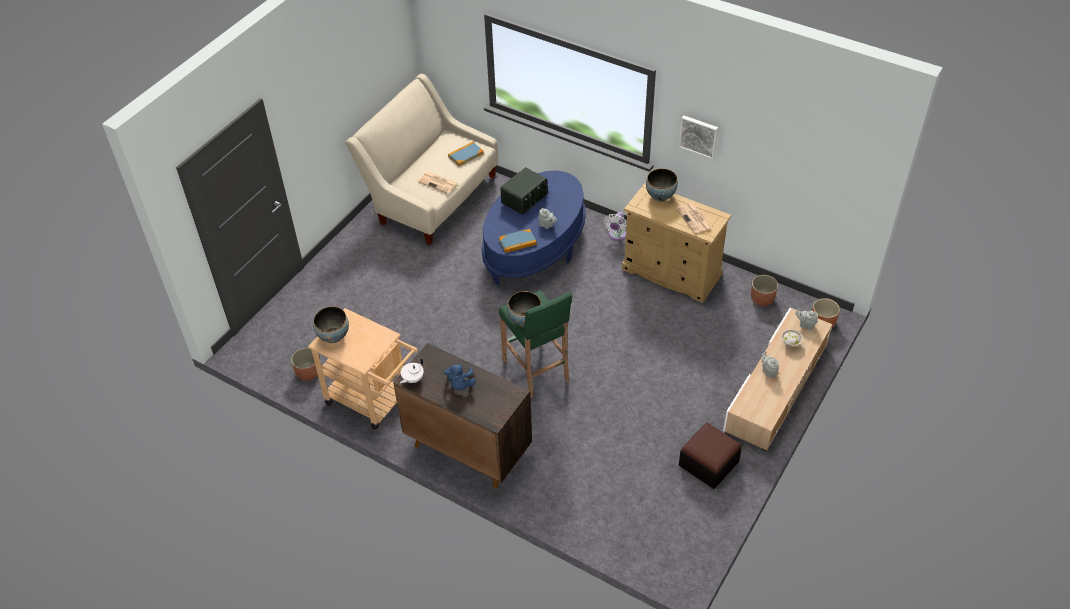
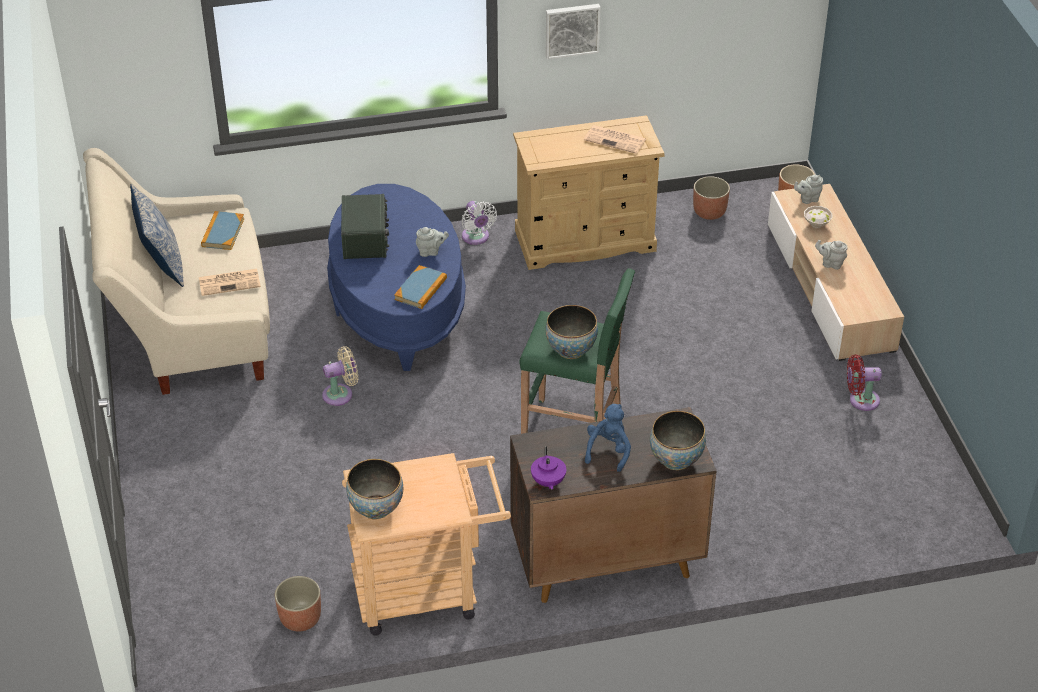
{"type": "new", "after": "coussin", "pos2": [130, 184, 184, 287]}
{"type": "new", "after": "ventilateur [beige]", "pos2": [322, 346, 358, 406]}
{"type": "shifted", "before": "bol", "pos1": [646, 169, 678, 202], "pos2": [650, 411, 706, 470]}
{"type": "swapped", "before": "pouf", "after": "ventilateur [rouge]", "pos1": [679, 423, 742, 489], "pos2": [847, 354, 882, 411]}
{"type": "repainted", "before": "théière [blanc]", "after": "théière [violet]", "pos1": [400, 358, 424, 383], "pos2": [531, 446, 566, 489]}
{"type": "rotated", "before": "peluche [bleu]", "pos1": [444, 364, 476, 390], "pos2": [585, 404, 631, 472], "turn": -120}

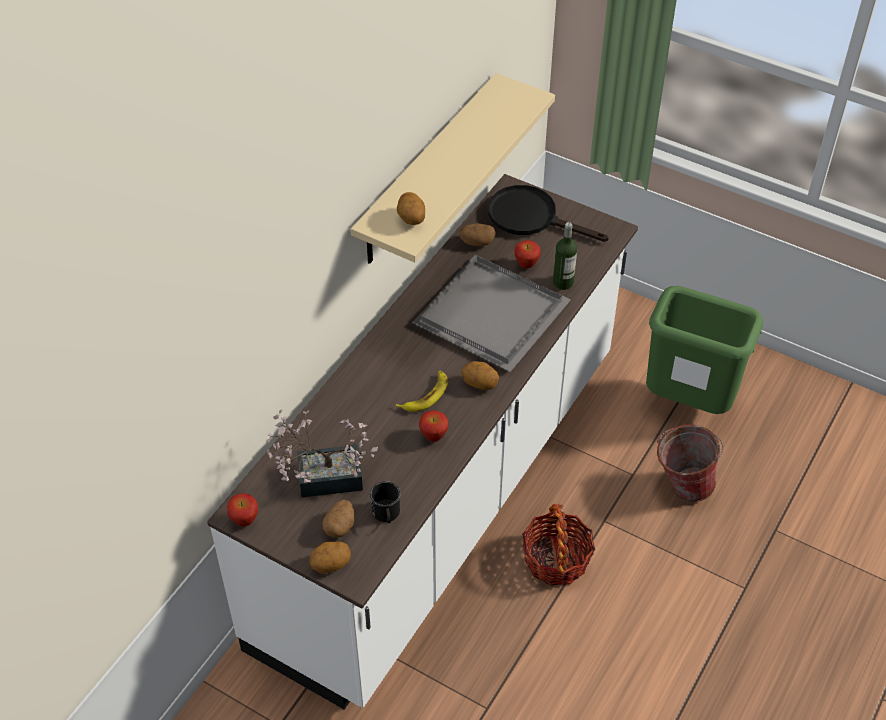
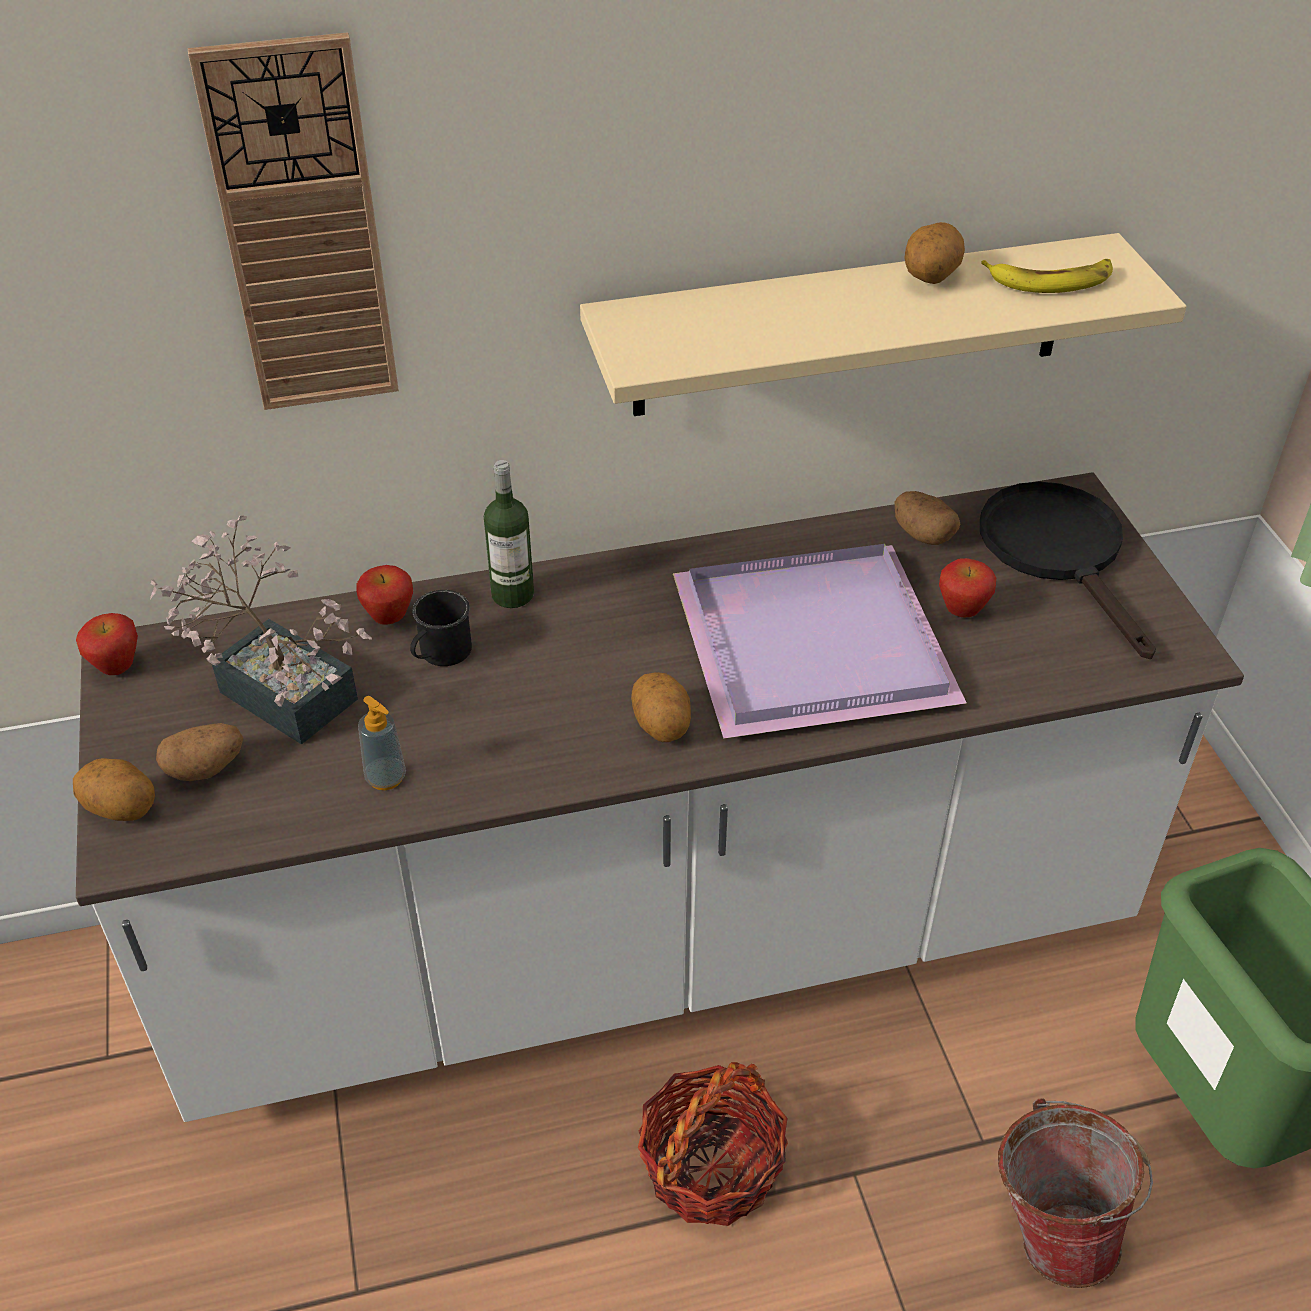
{"type": "new", "after": "horloge murale", "pos2": [188, 32, 399, 410]}
{"type": "new", "after": "distributeur de savon", "pos2": [358, 696, 406, 790]}
{"type": "shifted", "before": "mug [noir]", "pos1": [370, 481, 400, 523], "pos2": [410, 590, 472, 666]}
{"type": "shifted", "before": "banane", "pos1": [396, 370, 448, 412], "pos2": [981, 259, 1113, 293]}
{"type": "shifted", "before": "pomme de terre", "pos1": [397, 192, 425, 225], "pos2": [905, 222, 965, 284]}
{"type": "shifted", "before": "pomme", "pos1": [419, 411, 449, 442], "pos2": [356, 565, 413, 625]}
{"type": "shifted", "before": "bouteille", "pos1": [553, 222, 577, 290], "pos2": [484, 460, 534, 608]}
{"type": "repainted", "before": "plateau [gris]", "after": "plateau [violet]", "pos1": [412, 255, 571, 372], "pos2": [673, 544, 967, 739]}

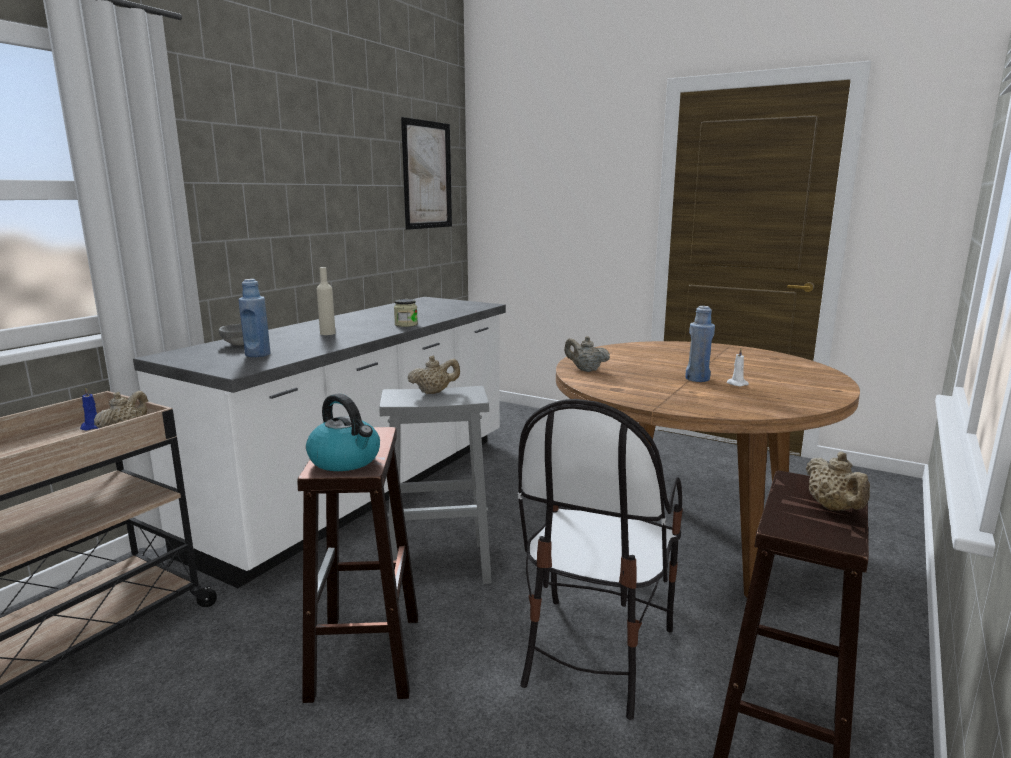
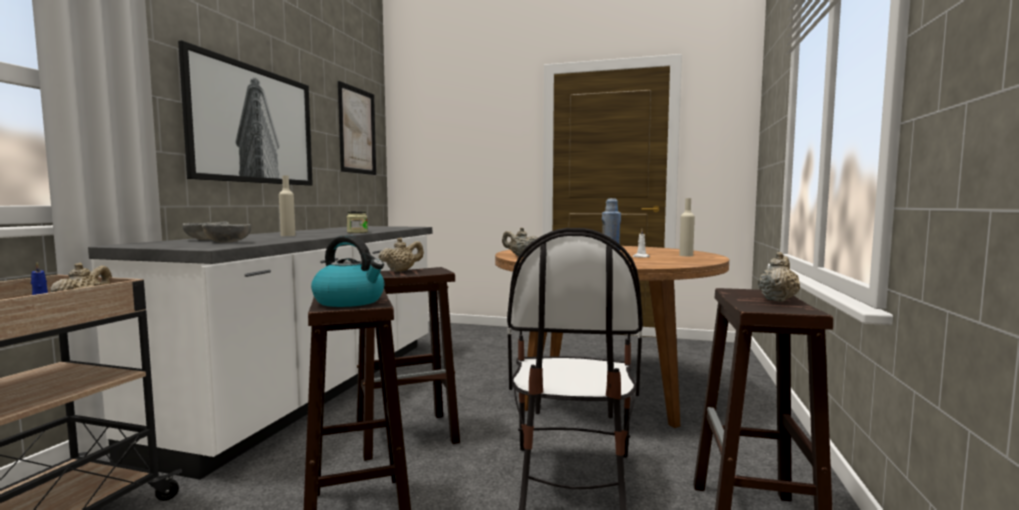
{"type": "new", "after": "tableau", "pos2": [178, 40, 313, 186]}
{"type": "new", "after": "bouteille [beige]", "pos2": [679, 198, 695, 256]}
{"type": "swapped", "before": "bouteille [bleu]", "after": "bol [gris]", "pos1": [239, 279, 271, 357], "pos2": [202, 224, 251, 242]}
{"type": "repainted", "before": "tabouret [gris]", "after": "tabouret [marron]", "pos1": [379, 386, 492, 584], "pos2": [356, 267, 460, 461]}
{"type": "rotated", "before": "théière [beige]", "pos1": [806, 452, 870, 511], "pos2": [758, 252, 800, 302], "turn": -120}

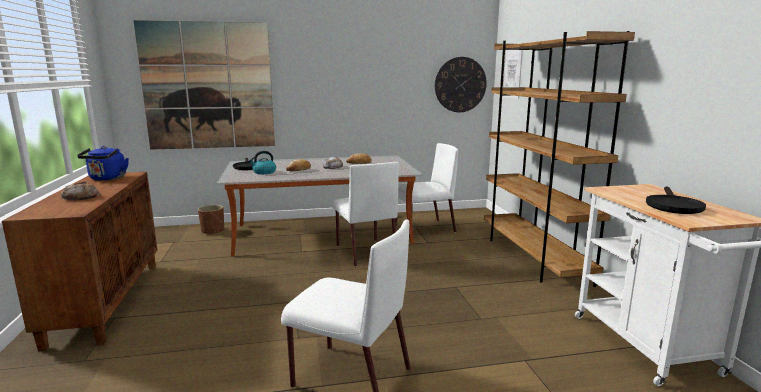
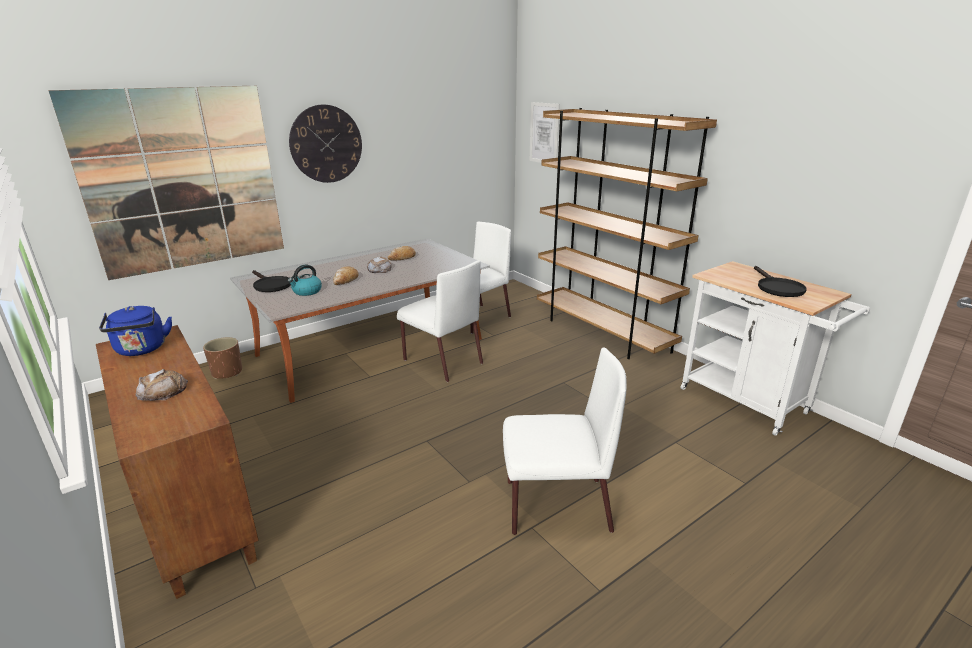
{"type": "shifted", "before": "horloge murale", "pos1": [435, 57, 487, 112], "pos2": [289, 105, 362, 183]}

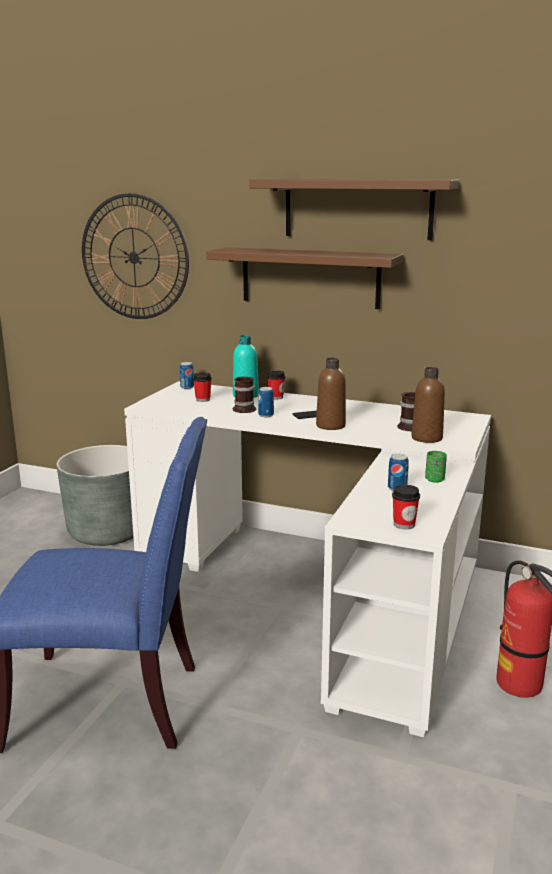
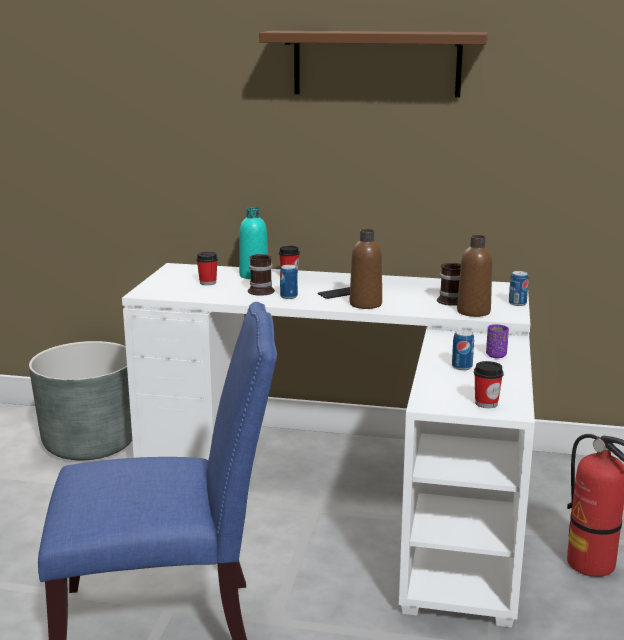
{"type": "gone", "before": "horloge murale", "pos1": [82, 193, 189, 319]}
{"type": "gone", "before": "étagère [marron]", "pos1": [206, 247, 403, 309]}
{"type": "shifted", "before": "boîte métallique", "pos1": [180, 362, 194, 389], "pos2": [509, 271, 529, 306]}
{"type": "repainted", "before": "tasse [vert]", "after": "tasse [violet]", "pos1": [425, 451, 447, 483], "pos2": [486, 324, 509, 358]}

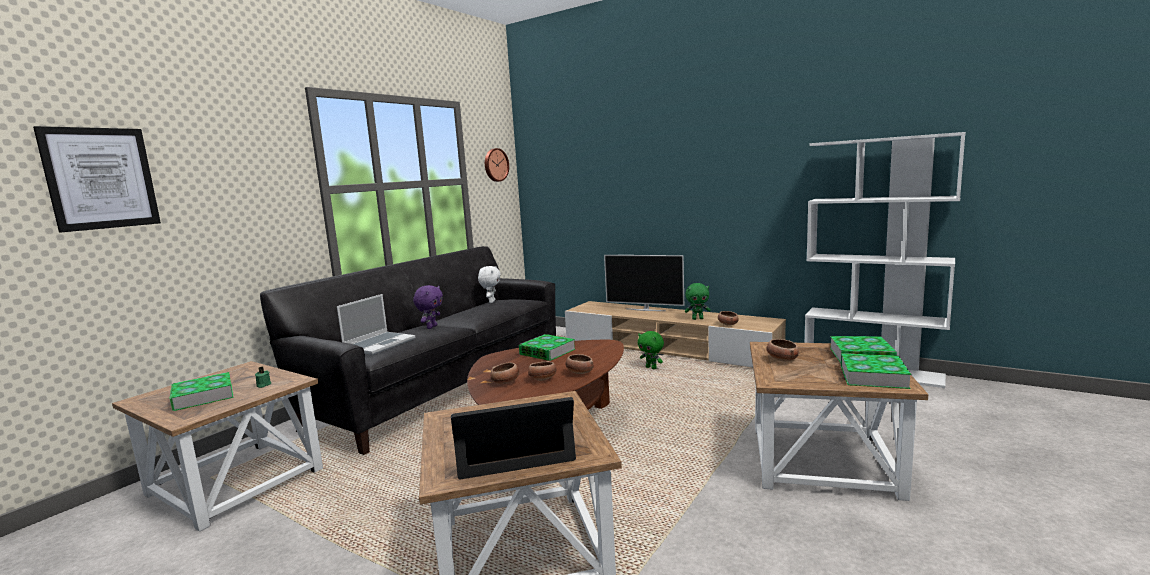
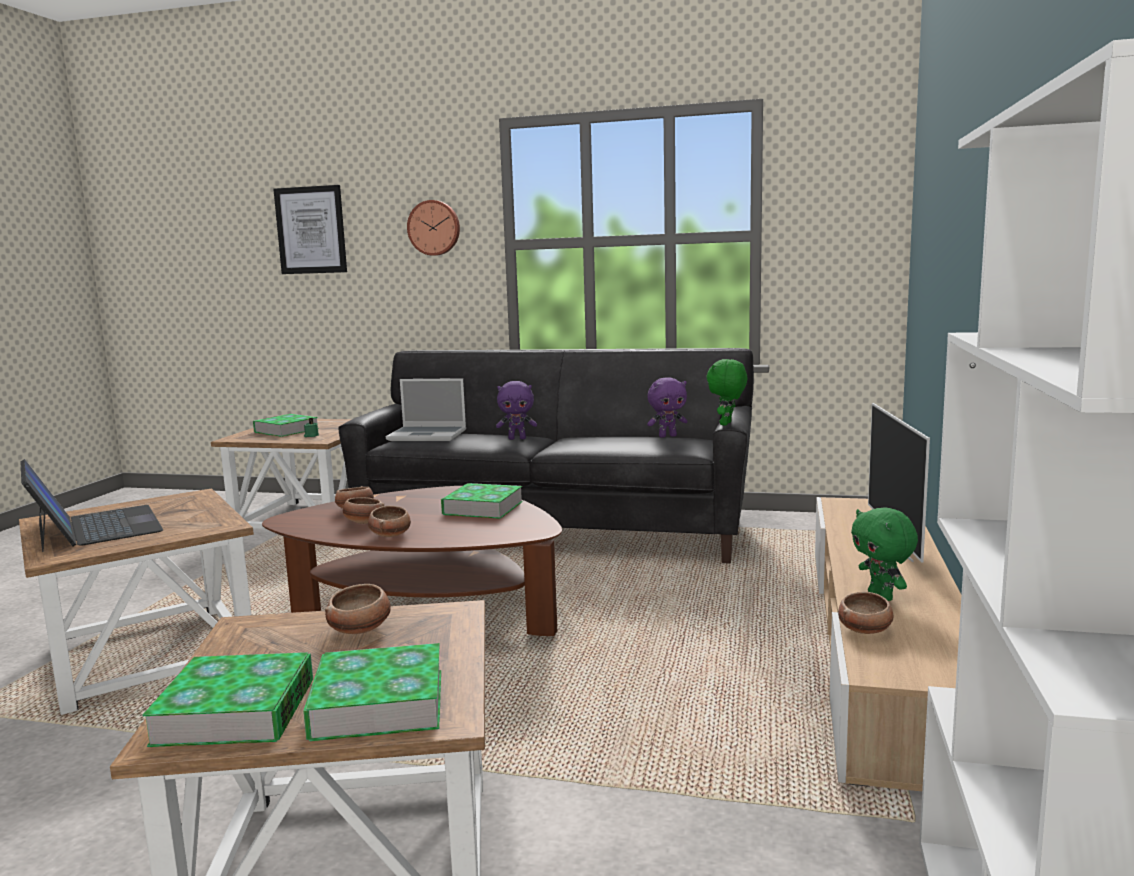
{"type": "shifted", "before": "horloge murale", "pos1": [485, 148, 509, 182], "pos2": [407, 200, 460, 256]}
{"type": "shifted", "before": "peluche [vert]", "pos1": [638, 331, 664, 369], "pos2": [706, 359, 747, 426]}
{"type": "repainted", "before": "peluche [blanc]", "after": "peluche [violet]", "pos1": [478, 266, 501, 303], "pos2": [647, 377, 687, 437]}

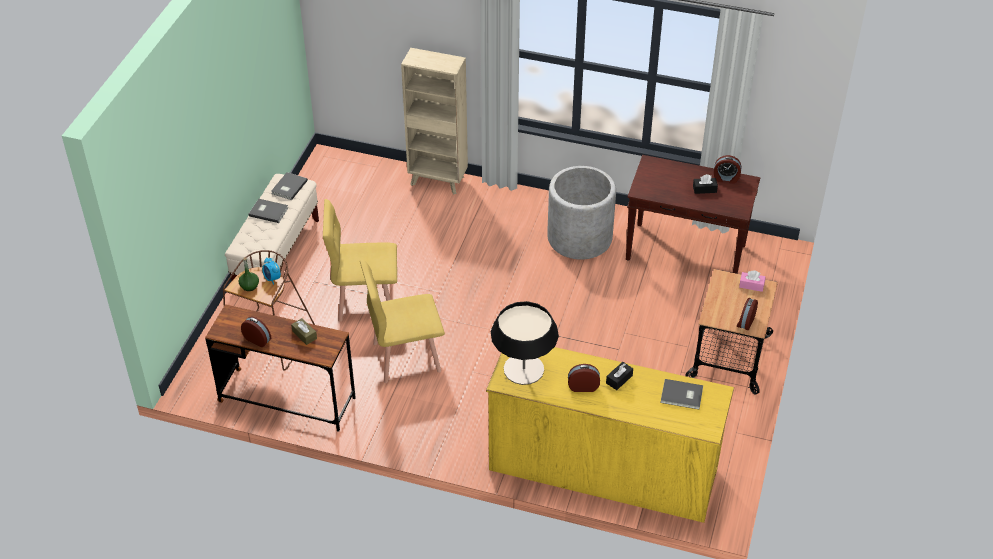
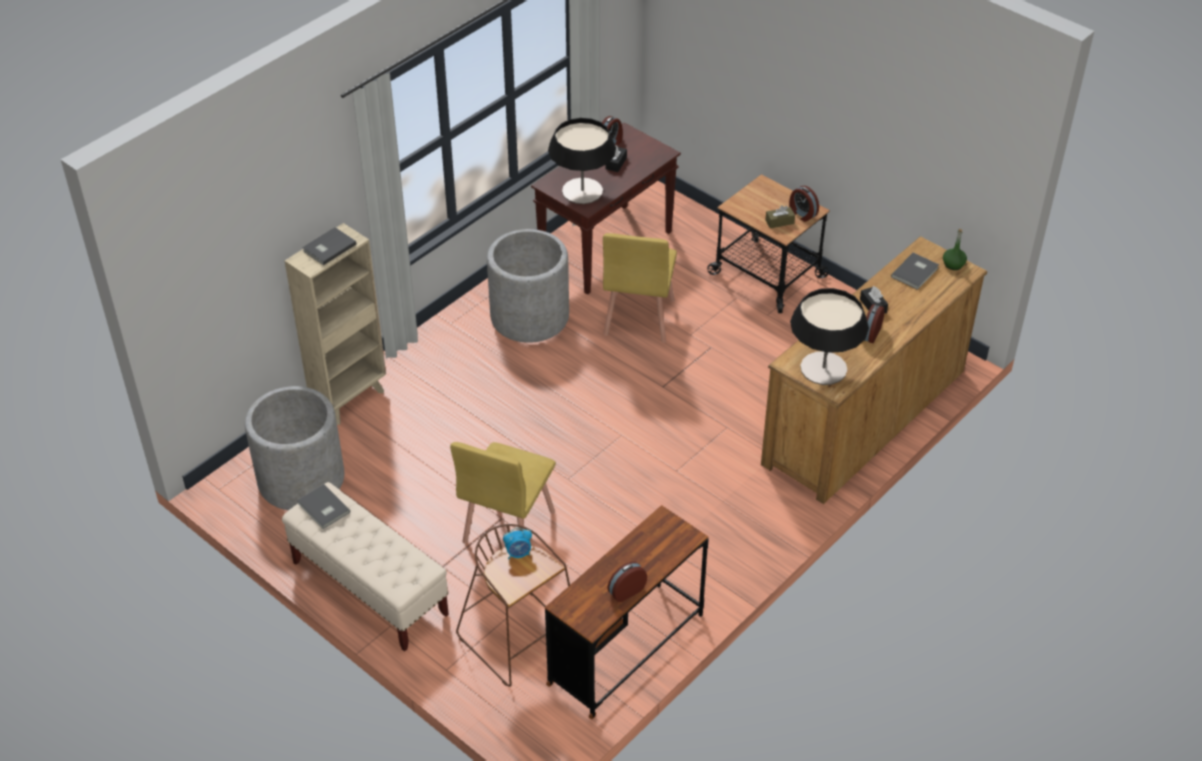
{"type": "gone", "before": "boîte à mouchoirs [rose]", "pos1": [739, 270, 766, 292]}
{"type": "new", "after": "cache-pot [gris]", "pos2": [245, 386, 344, 510]}
{"type": "new", "after": "lampe de table", "pos2": [548, 118, 616, 204]}
{"type": "shifted", "before": "bouteille [vert]", "pos1": [239, 257, 259, 291], "pos2": [943, 229, 967, 270]}
{"type": "shifted", "before": "livre [gris]", "pos1": [249, 199, 288, 223], "pos2": [302, 227, 356, 265]}
{"type": "shifted", "before": "boîte à mouchoirs [marron]", "pos1": [291, 318, 317, 345], "pos2": [765, 205, 795, 228]}
{"type": "shifted", "before": "chaise [jaune]", "pos1": [360, 260, 445, 383], "pos2": [603, 233, 677, 343]}
{"type": "repainted", "before": "commode [jaune]", "after": "commode [marron]", "pos1": [486, 347, 734, 523], "pos2": [761, 236, 987, 504]}

